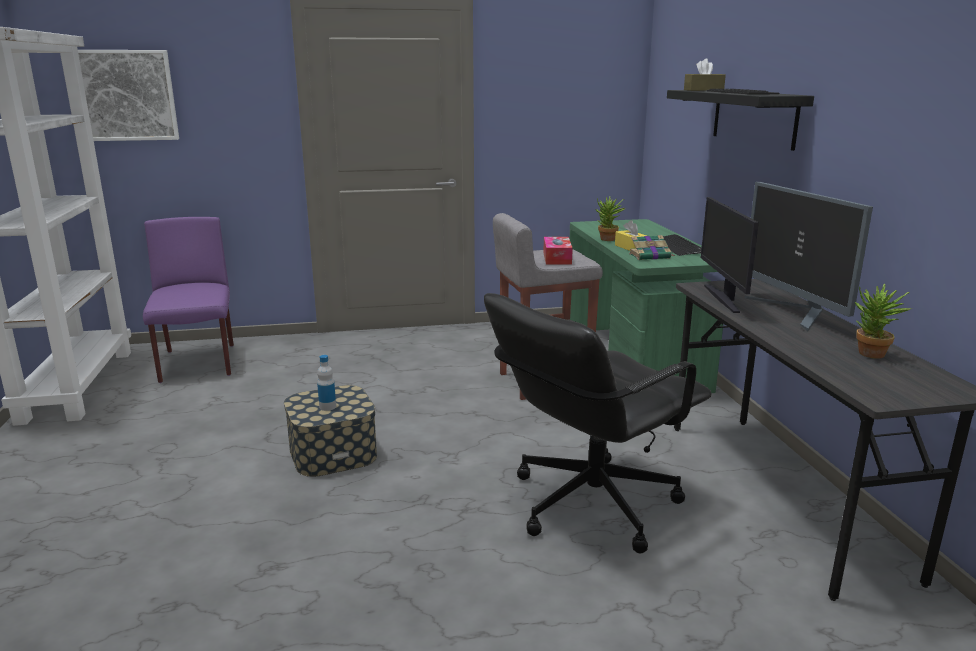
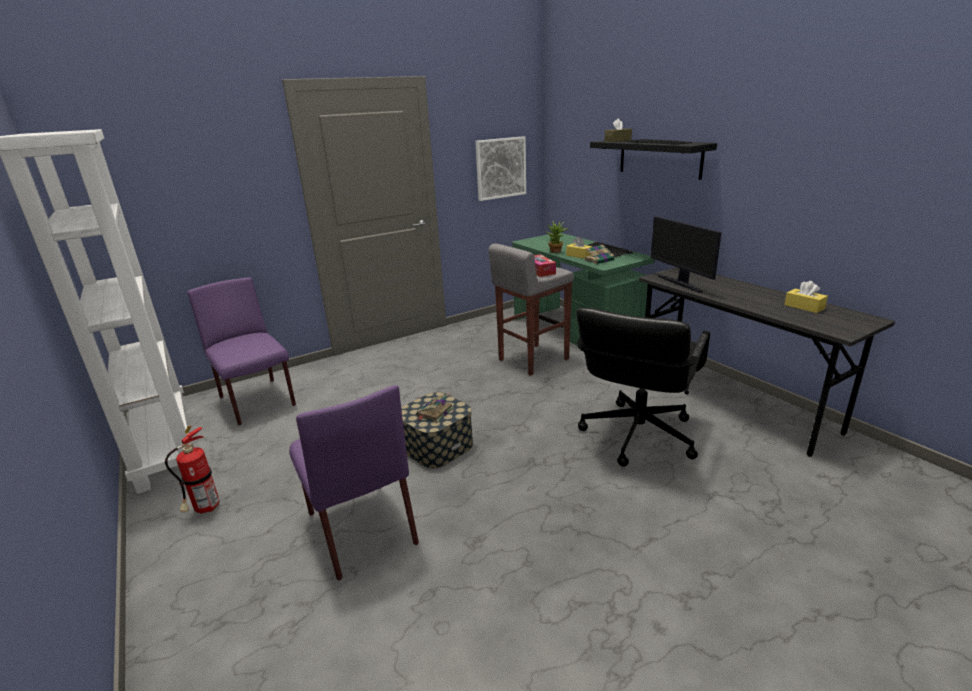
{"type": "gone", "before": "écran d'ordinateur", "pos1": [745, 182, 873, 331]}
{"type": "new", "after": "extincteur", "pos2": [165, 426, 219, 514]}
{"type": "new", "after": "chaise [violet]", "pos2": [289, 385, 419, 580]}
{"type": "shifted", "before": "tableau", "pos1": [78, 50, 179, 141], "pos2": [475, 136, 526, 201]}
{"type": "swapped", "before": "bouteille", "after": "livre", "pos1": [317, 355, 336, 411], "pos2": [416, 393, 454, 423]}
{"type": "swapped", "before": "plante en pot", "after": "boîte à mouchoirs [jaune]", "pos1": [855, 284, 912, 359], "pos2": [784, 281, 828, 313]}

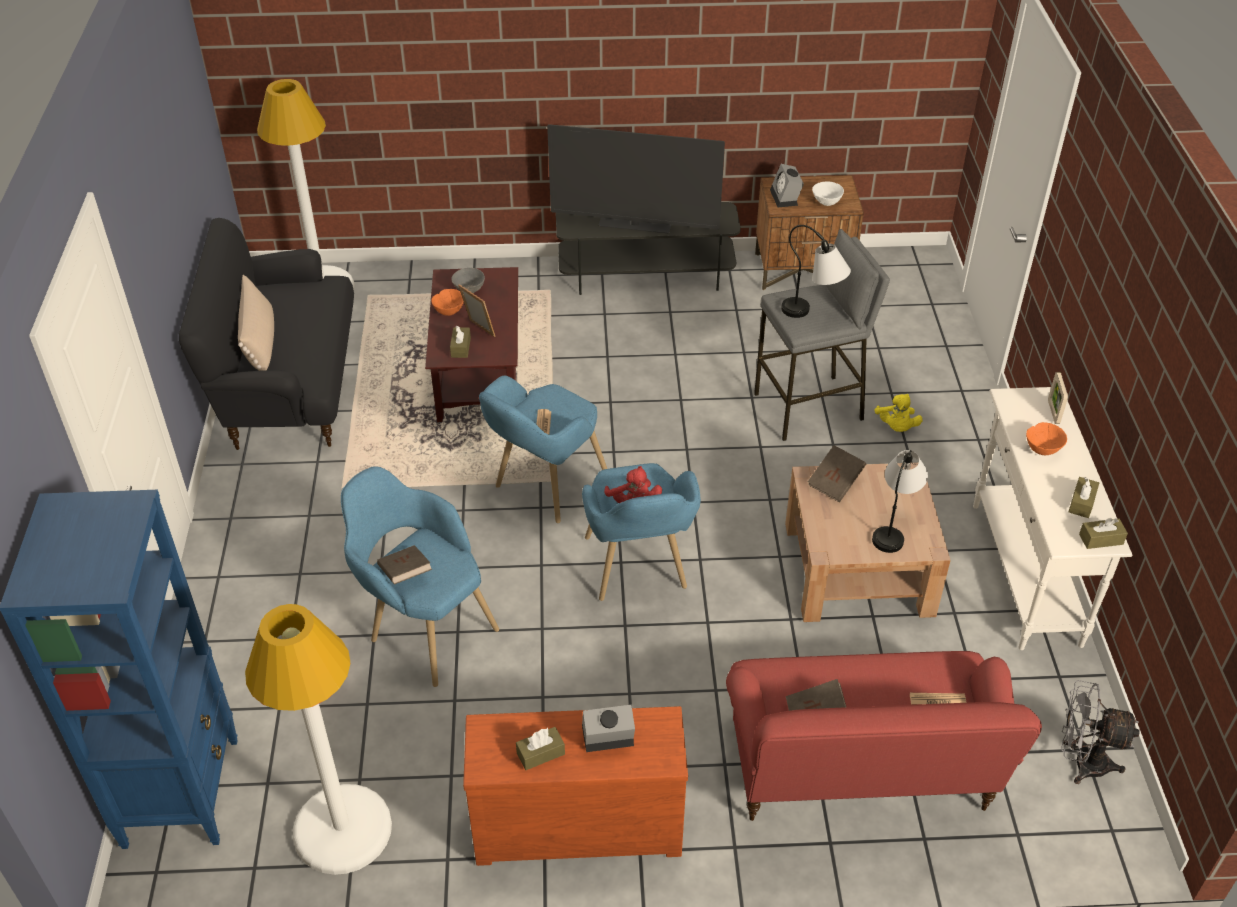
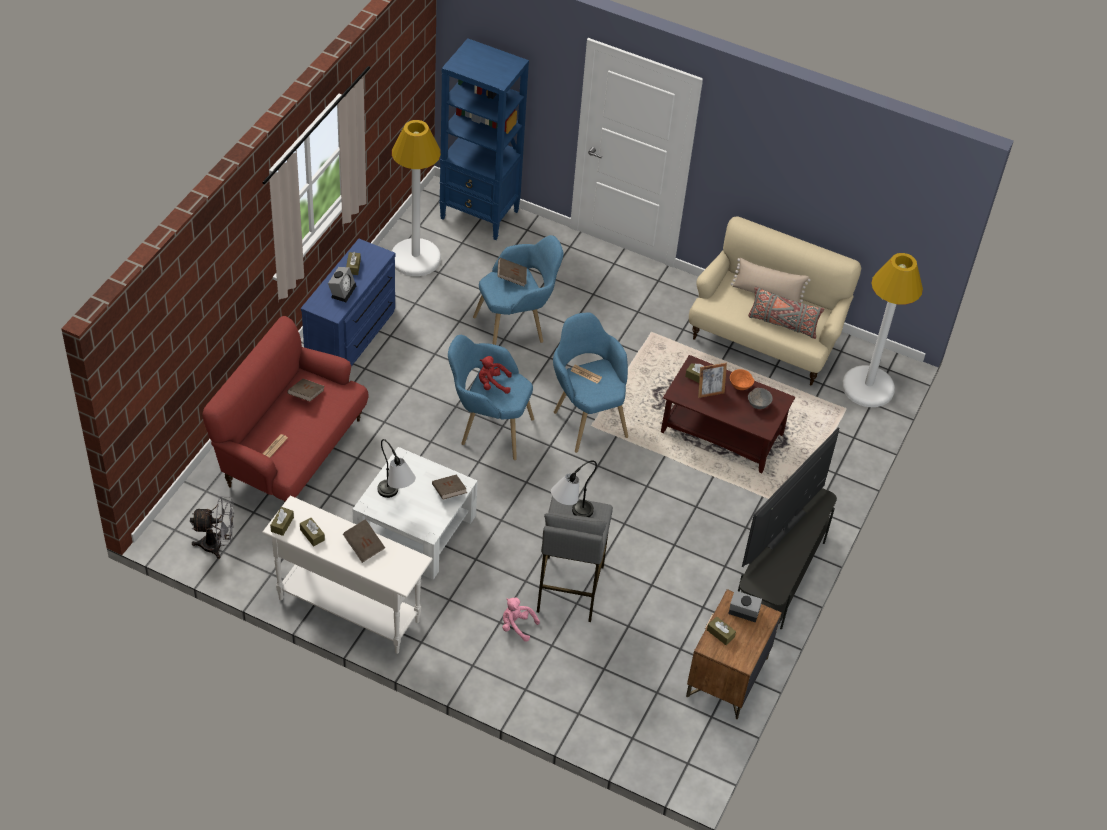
{"type": "gone", "before": "cadre photo", "pos1": [1048, 372, 1068, 424]}
{"type": "new", "after": "coussin [gris]", "pos2": [748, 287, 824, 339]}
{"type": "swapped", "before": "bol [blanc]", "after": "boîte à mouchoirs [marron]", "pos1": [812, 181, 844, 206], "pos2": [707, 616, 736, 645]}
{"type": "swapped", "before": "bol [orange]", "after": "livre [marron]", "pos1": [1026, 422, 1067, 455], "pos2": [343, 519, 385, 563]}
{"type": "repainted", "before": "canapé [noir]", "after": "canapé [beige]", "pos1": [179, 218, 354, 450], "pos2": [689, 216, 861, 385]}
{"type": "repainted", "before": "commode [marron]", "after": "commode [bleu]", "pos1": [463, 706, 688, 866], "pos2": [301, 239, 395, 367]}
{"type": "repainted", "before": "table basse [marron]", "after": "table basse [blanc]", "pos1": [785, 463, 951, 622], "pos2": [353, 447, 478, 580]}
{"type": "repainted", "before": "peluche [jaune]", "after": "peluche [rose]", "pos1": [874, 394, 923, 432], "pos2": [502, 598, 540, 642]}
{"type": "rotated", "before": "ventilateur [gris]", "pos1": [1061, 680, 1140, 784], "pos2": [190, 496, 234, 559], "turn": 45}

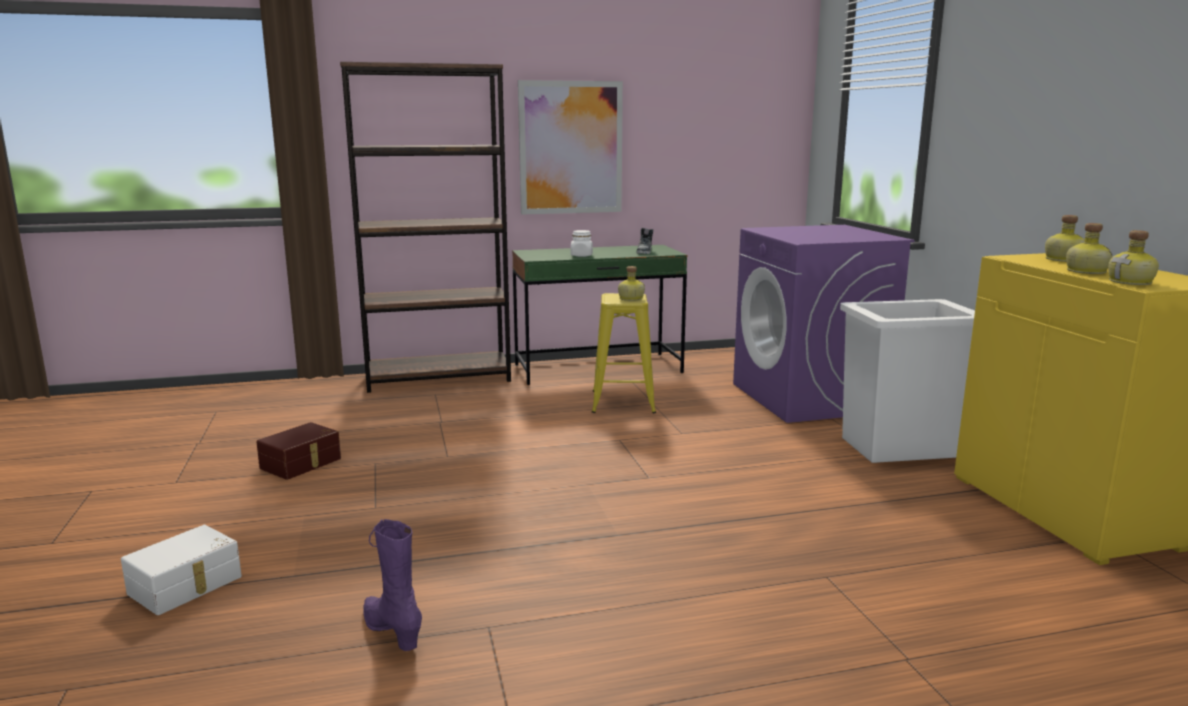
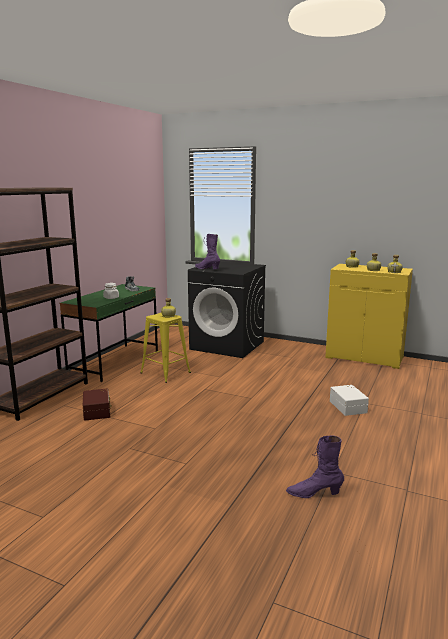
{"type": "gone", "before": "tableau", "pos1": [518, 80, 623, 214]}
{"type": "gone", "before": "poubelle [blanc]", "pos1": [840, 299, 975, 463]}
{"type": "new", "after": "botte [violet]", "pos2": [195, 234, 220, 269]}
{"type": "shifted", "before": "boîte de rangement [blanc]", "pos1": [121, 525, 242, 615], "pos2": [330, 385, 369, 416]}
{"type": "shifted", "before": "boîte de rangement [marron]", "pos1": [256, 422, 341, 480], "pos2": [83, 388, 112, 421]}
{"type": "repainted", "before": "lave-linge [violet]", "after": "lave-linge [noir]", "pos1": [733, 225, 915, 423], "pos2": [188, 262, 266, 358]}

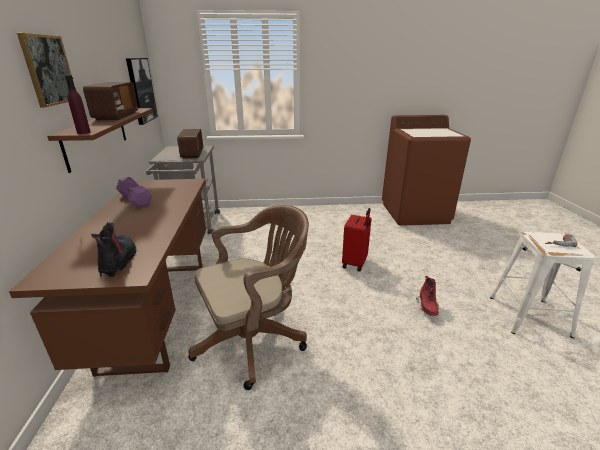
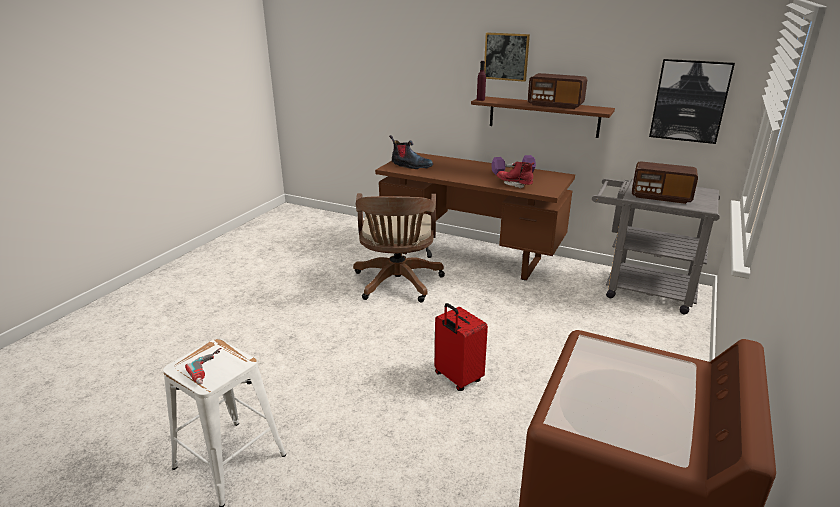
{"type": "shifted", "before": "botte [rouge]", "pos1": [416, 276, 439, 316], "pos2": [497, 162, 534, 189]}

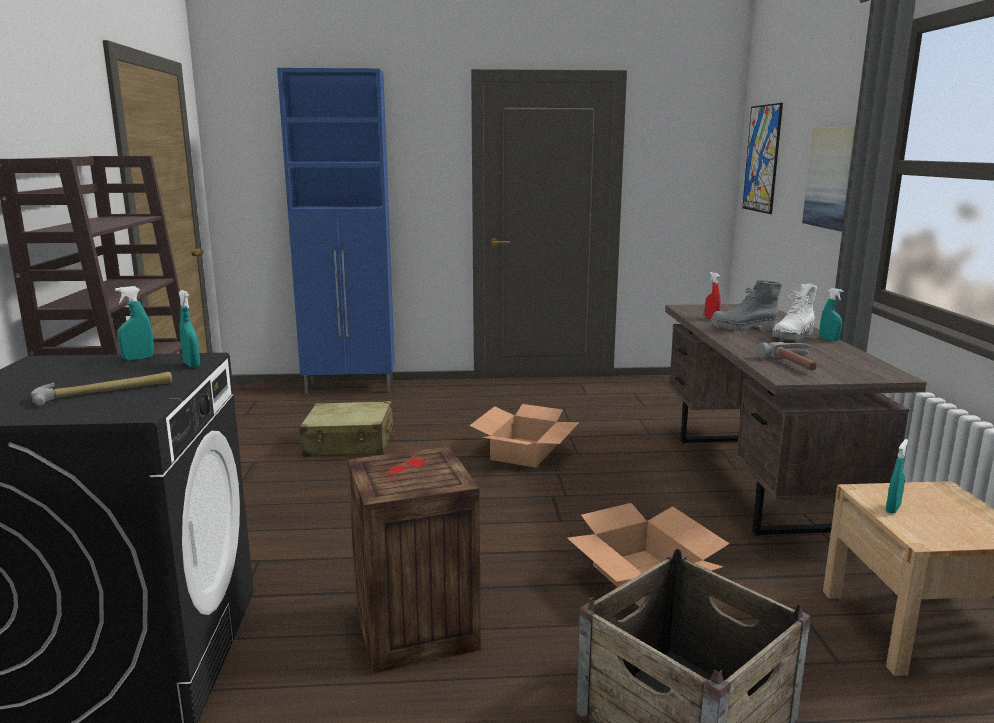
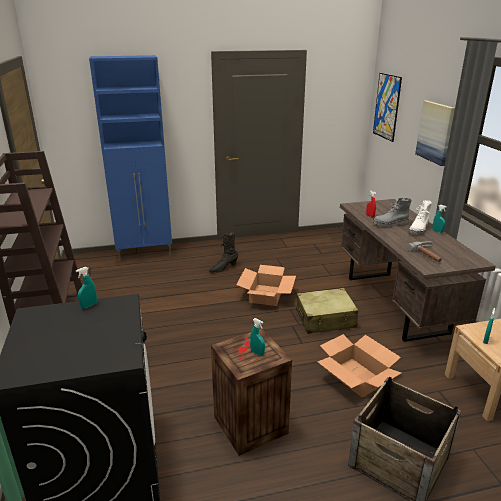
{"type": "gone", "before": "marteau", "pos1": [31, 372, 172, 406]}
{"type": "new", "after": "botte [noir]", "pos2": [209, 232, 238, 273]}
{"type": "shifted", "before": "vaporisateur [turquoise]", "pos1": [179, 290, 200, 367], "pos2": [250, 318, 265, 356]}
{"type": "shifted", "before": "valise [beige]", "pos1": [299, 401, 394, 457], "pos2": [296, 288, 359, 334]}

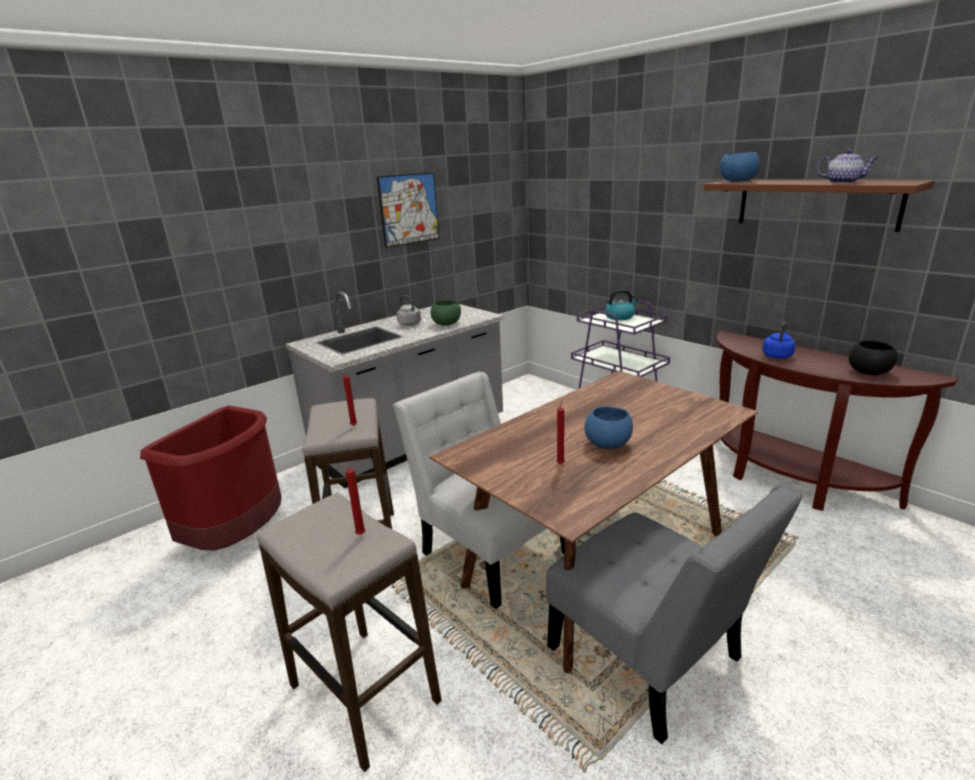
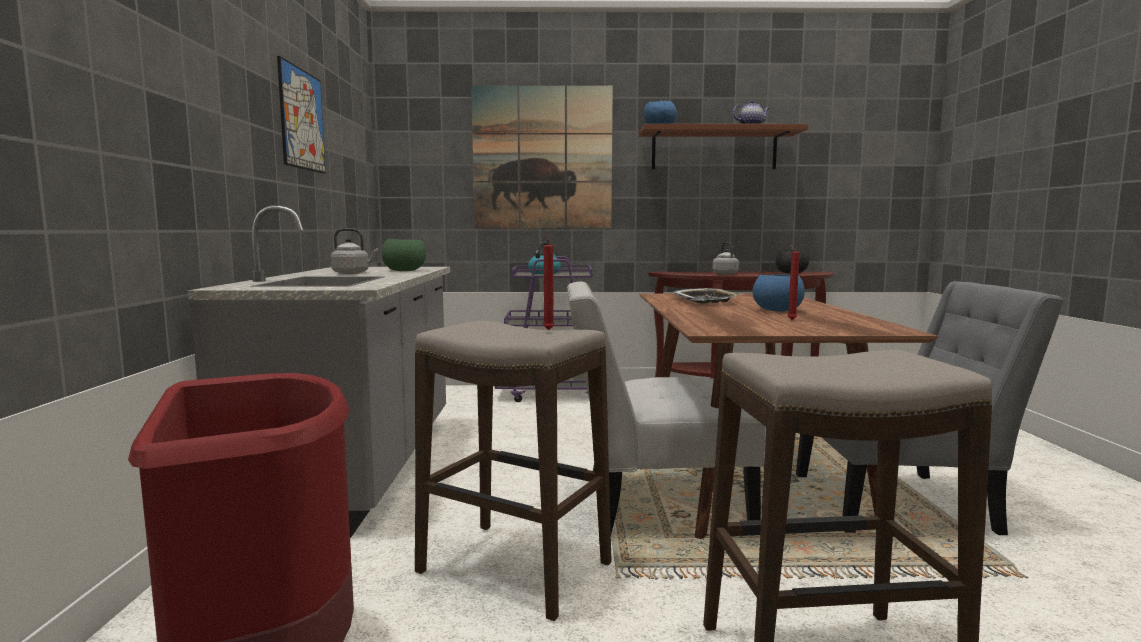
{"type": "gone", "before": "bougie [rouge]", "pos1": [340, 463, 365, 535]}
{"type": "new", "after": "tableau", "pos2": [471, 85, 613, 228]}
{"type": "new", "after": "plateau", "pos2": [672, 288, 741, 304]}
{"type": "repainted", "before": "bouilloire [bleu]", "after": "bouilloire [gris]", "pos1": [762, 321, 795, 359], "pos2": [713, 242, 739, 275]}

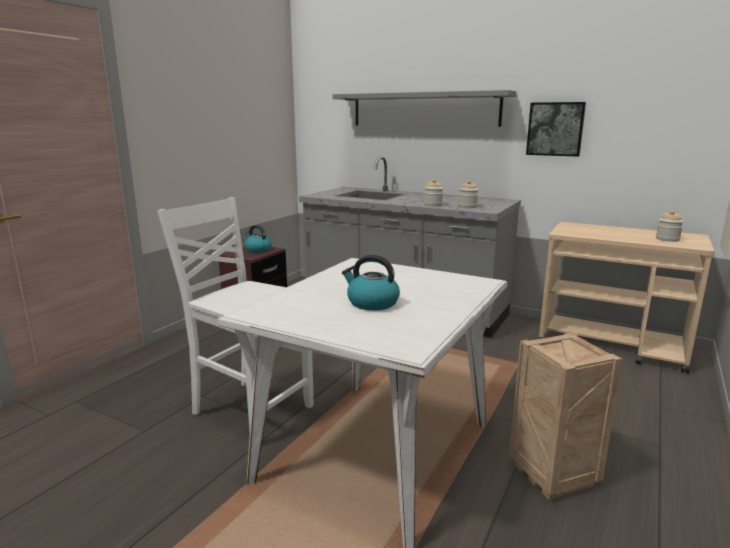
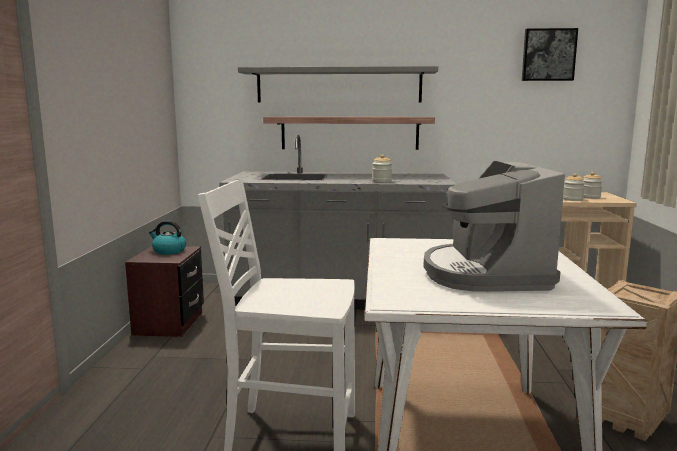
{"type": "new", "after": "étagère", "pos2": [263, 117, 435, 150]}
{"type": "shifted", "before": "bocal", "pos1": [458, 180, 479, 208], "pos2": [563, 173, 585, 201]}
{"type": "shifted", "before": "tableau", "pos1": [526, 102, 586, 157], "pos2": [522, 28, 578, 81]}
{"type": "swapped", "before": "bouilloire", "after": "machine à café", "pos1": [342, 255, 400, 311], "pos2": [424, 161, 565, 292]}

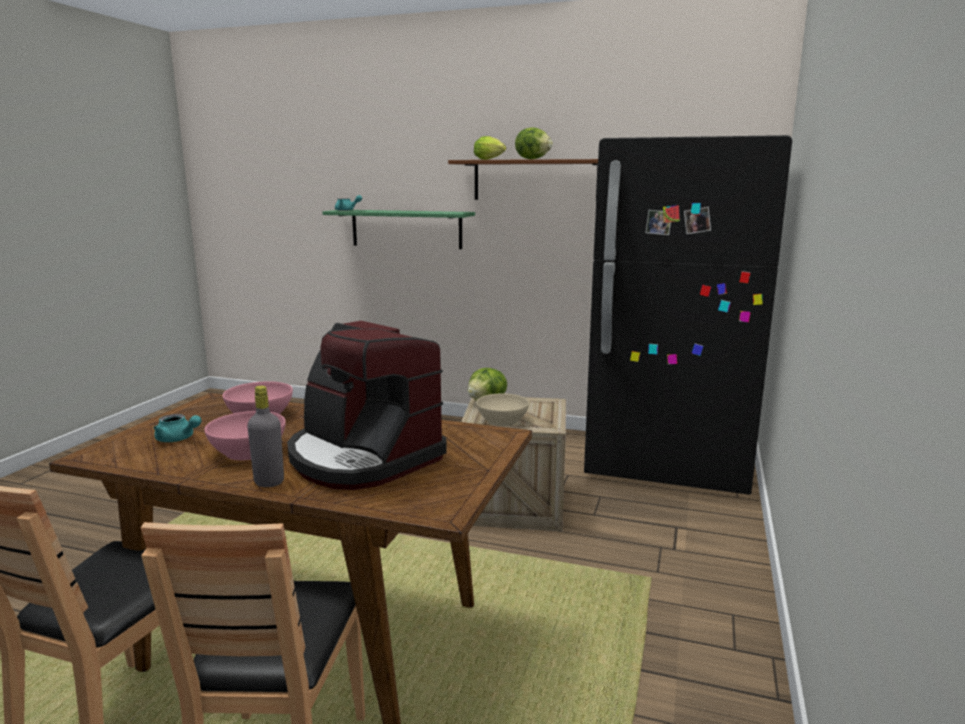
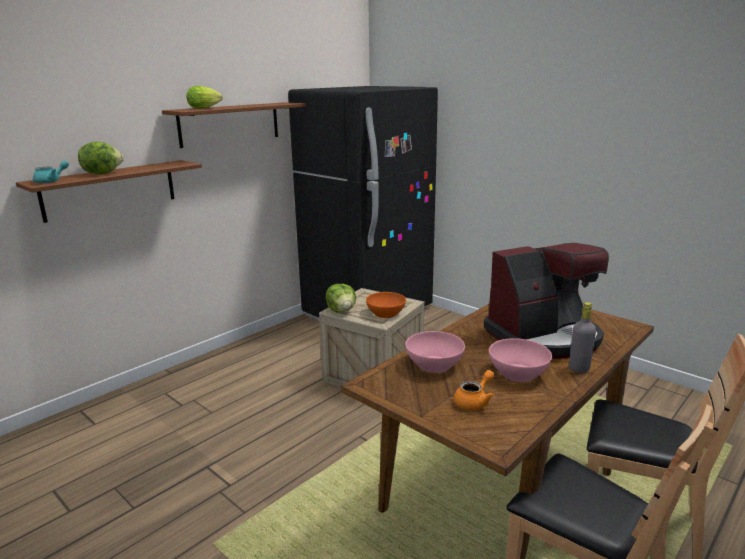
{"type": "shifted", "before": "laitue", "pos1": [515, 127, 553, 159], "pos2": [78, 142, 124, 174]}
{"type": "repainted", "before": "théière [turquoise]", "after": "théière [orange]", "pos1": [154, 414, 202, 442], "pos2": [454, 370, 495, 410]}
{"type": "repainted", "before": "étagère [vert]", "after": "étagère [marron]", "pos1": [322, 210, 475, 249], "pos2": [16, 160, 202, 223]}
{"type": "repainted", "before": "bol [beige]", "after": "bol [orange]", "pos1": [477, 393, 529, 426], "pos2": [366, 292, 406, 318]}

